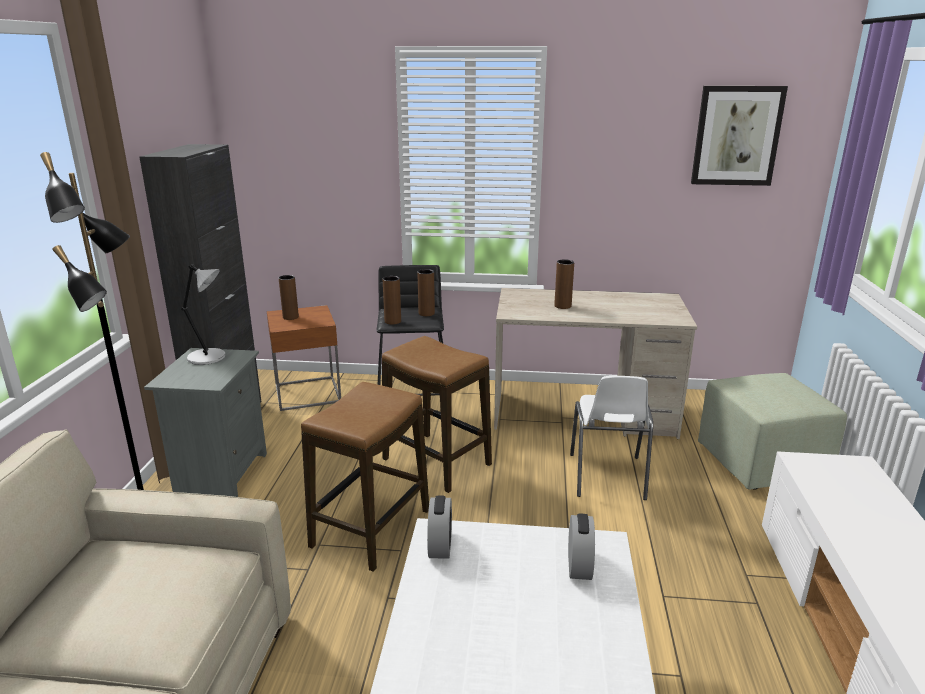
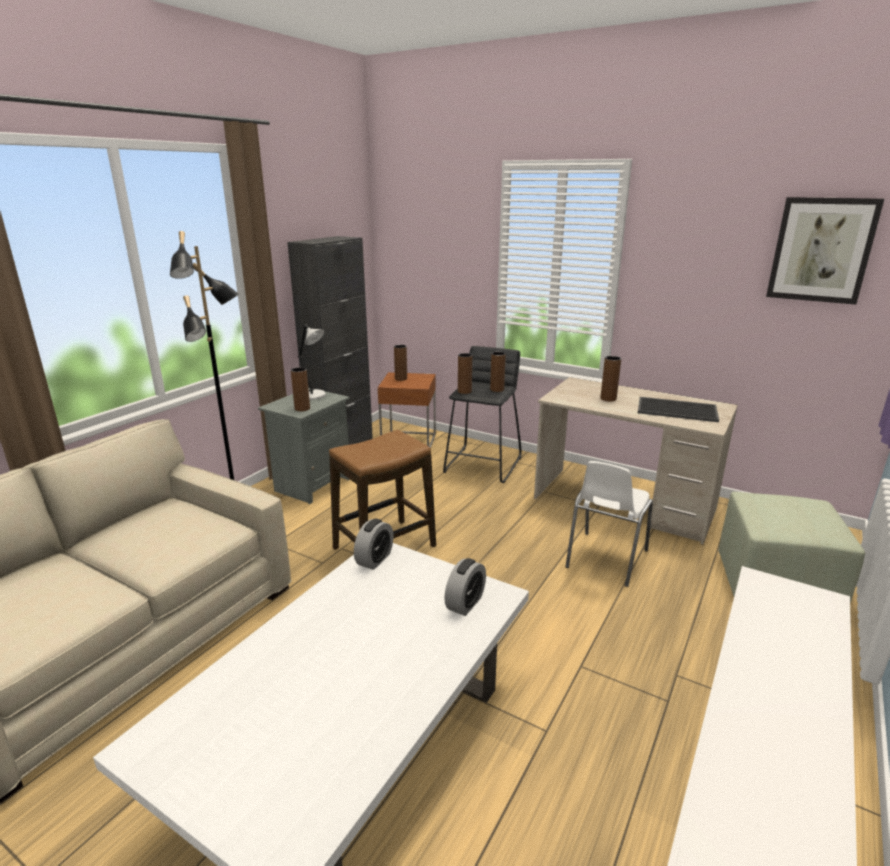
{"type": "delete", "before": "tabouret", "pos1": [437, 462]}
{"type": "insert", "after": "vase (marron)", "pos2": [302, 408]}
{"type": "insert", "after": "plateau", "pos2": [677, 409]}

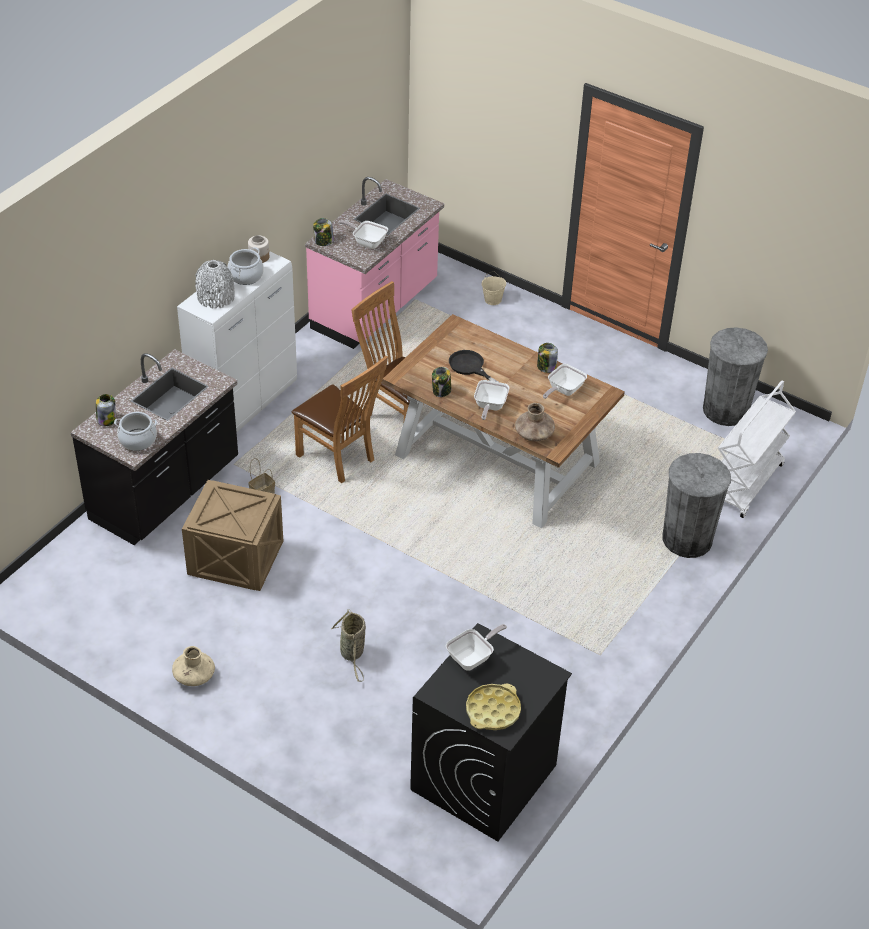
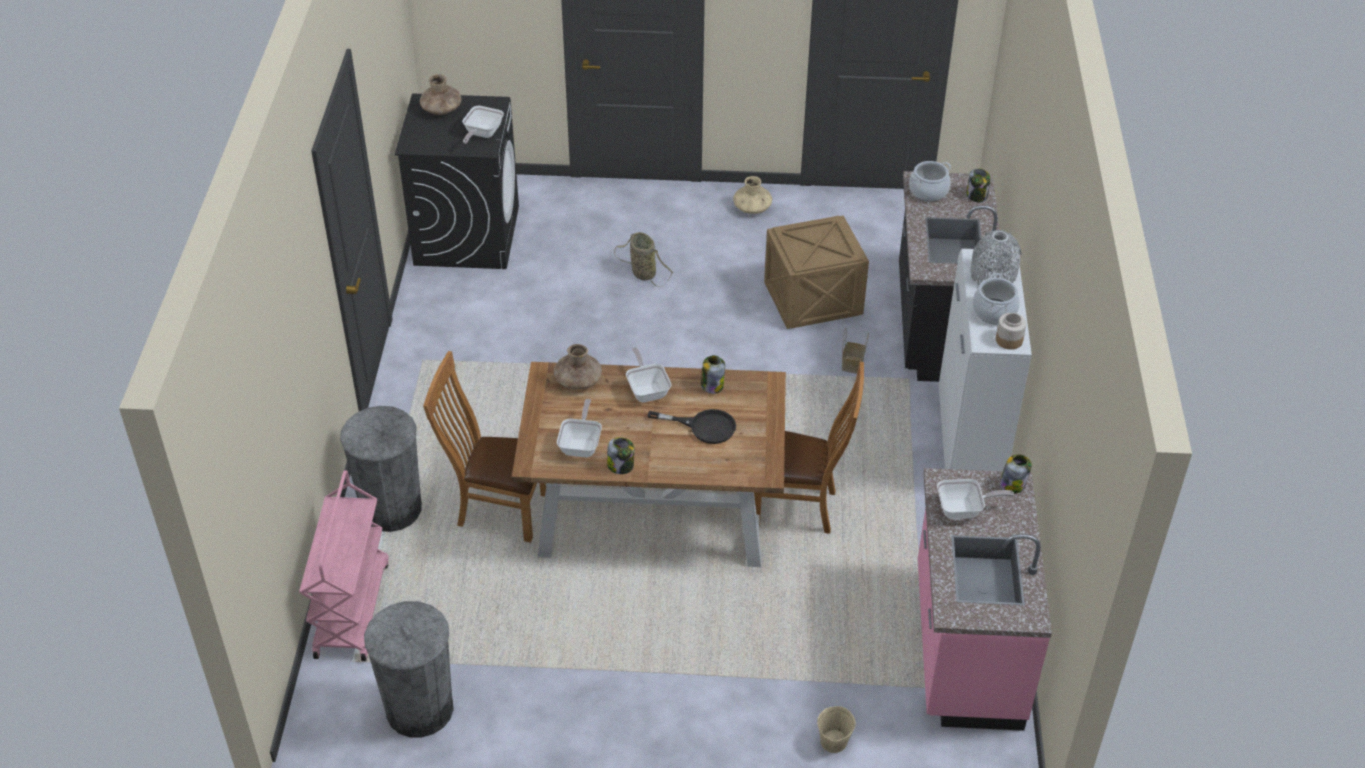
{"type": "move", "before": "chaise (marron)", "pos1": [339, 459], "pos2": [497, 509]}
{"type": "replace", "before": "plateau (jaune)", "after": "vase (marron)", "pos1": [493, 710], "pos2": [441, 109]}
{"type": "recolor", "before": "chariot (blanc)", "after": "chariot (rose)", "pos1": [745, 484], "pos2": [351, 608]}

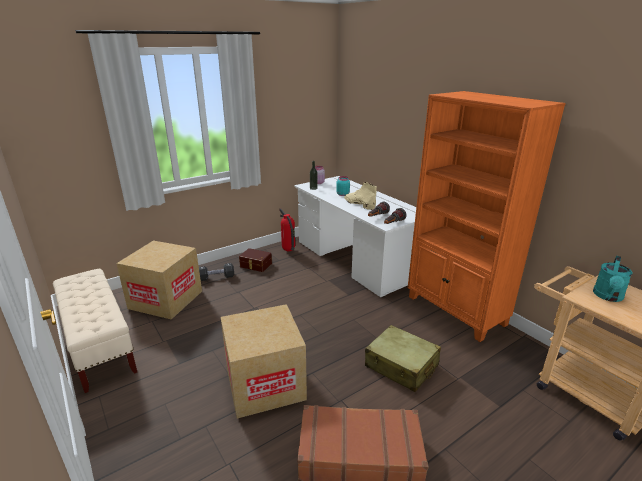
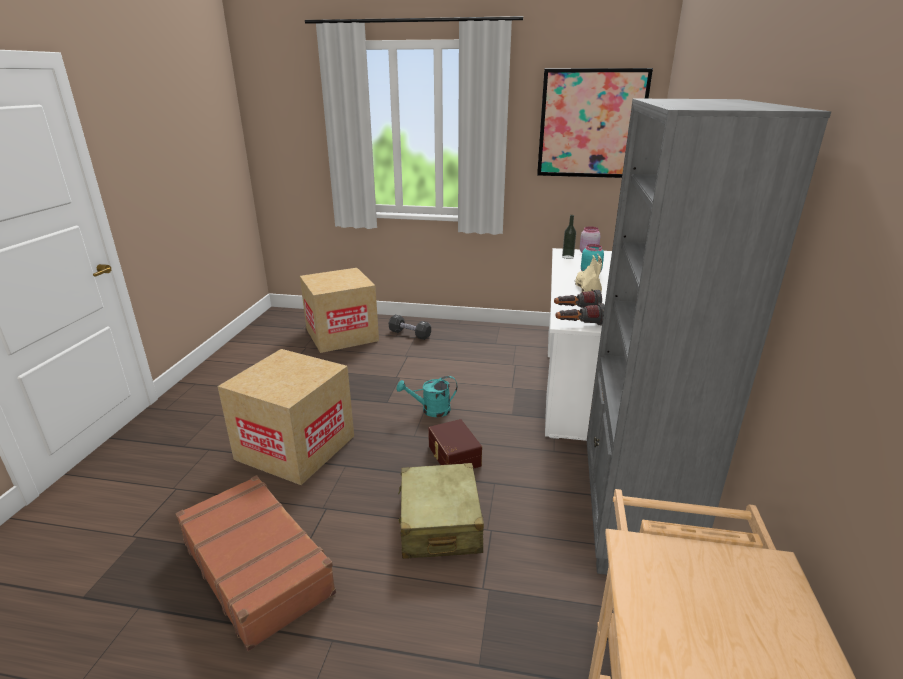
{"type": "delete", "before": "banc (beige)", "pos1": [99, 346]}
{"type": "delete", "before": "extincteur", "pos1": [288, 250]}
{"type": "insert", "after": "tableau", "pos2": [591, 124]}
{"type": "move", "before": "boîte de rangement (marron)", "pos1": [255, 265], "pos2": [453, 456]}
{"type": "move", "before": "arrosoir (turquoise)", "pos1": [608, 297], "pos2": [431, 410]}
{"type": "recolor", "before": "bibliothèque (orange)", "after": "bibliothèque (gris)", "pos1": [456, 311], "pos2": [630, 513]}

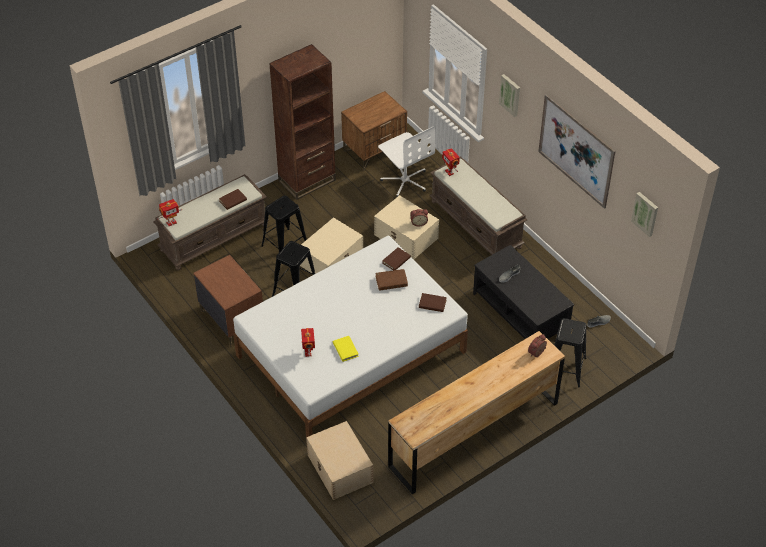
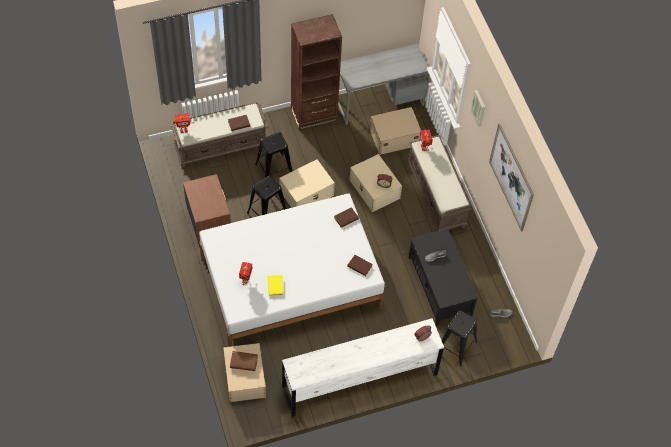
{"type": "delete", "before": "tableau", "pos1": [645, 213]}
{"type": "move", "before": "livre (marron)", "pos1": [391, 282], "pos2": [244, 362]}
{"type": "replace", "before": "table de chevet (marron)", "after": "bureau (gris)", "pos1": [374, 150], "pos2": [379, 101]}
{"type": "replace", "before": "chaise de bureau (blanc)", "after": "boîte de rangement (beige)", "pos1": [405, 180], "pos2": [394, 137]}
{"type": "recolor", "before": "commode (marron)", "after": "commode (blanc)", "pos1": [474, 434], "pos2": [360, 381]}

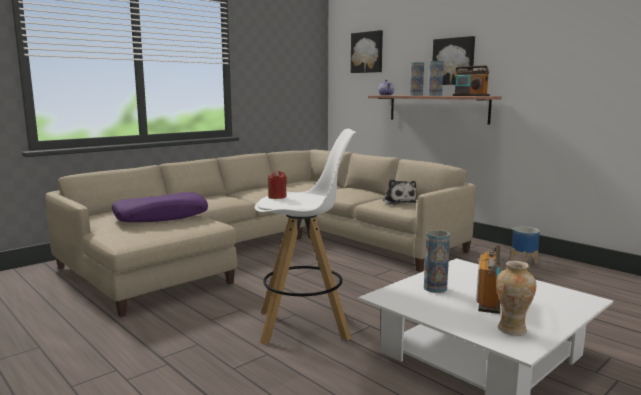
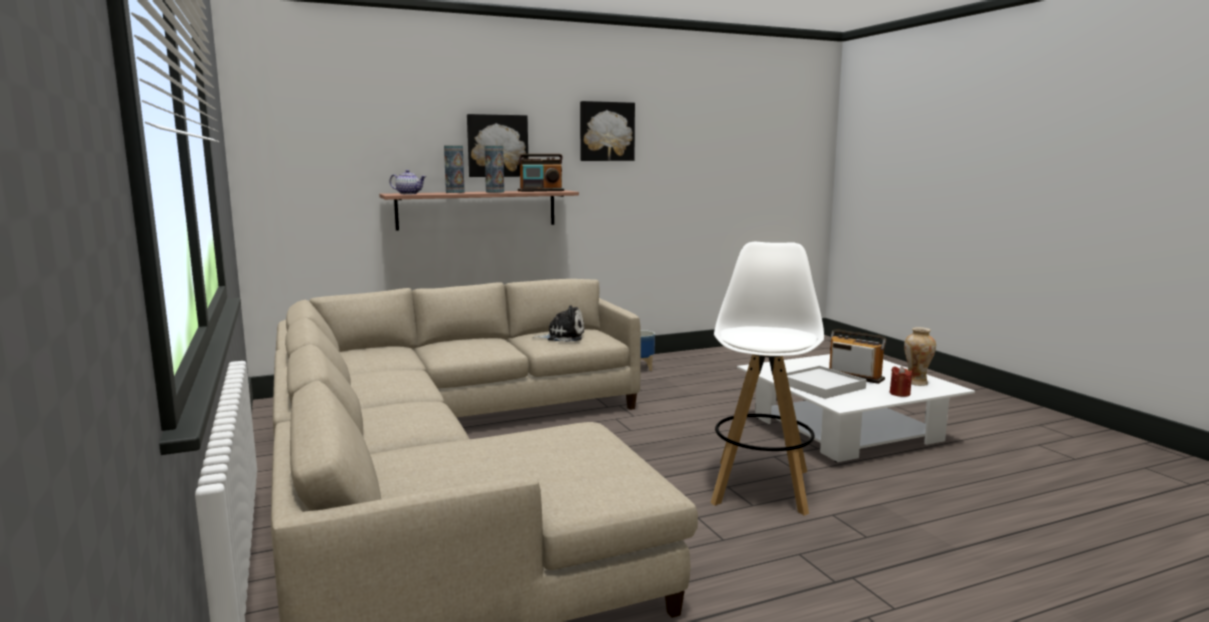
{"type": "delete", "before": "coussin (violet)", "pos1": [161, 217]}
{"type": "move", "before": "bougie (rouge)", "pos1": [277, 197], "pos2": [899, 393]}
{"type": "move", "before": "tableau", "pos1": [367, 52], "pos2": [606, 131]}
{"type": "replace", "before": "vase", "after": "plateau (blanc)", "pos1": [435, 288], "pos2": [822, 385]}

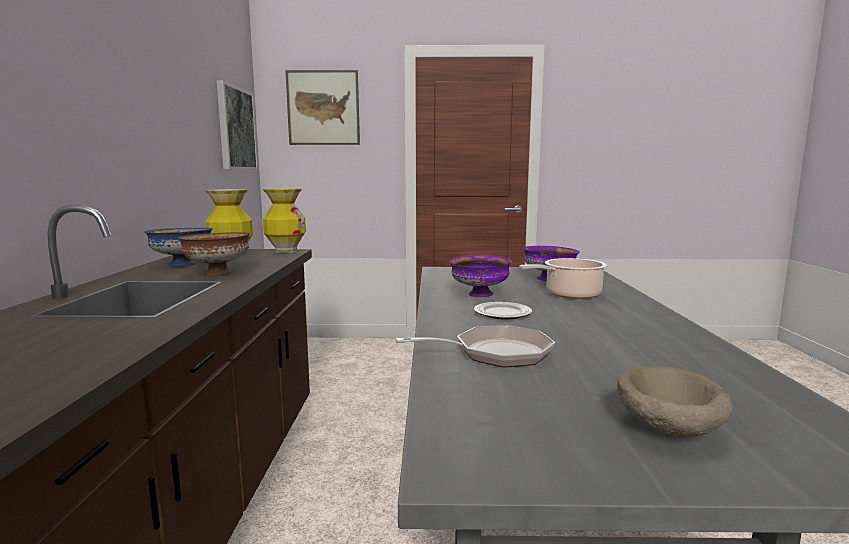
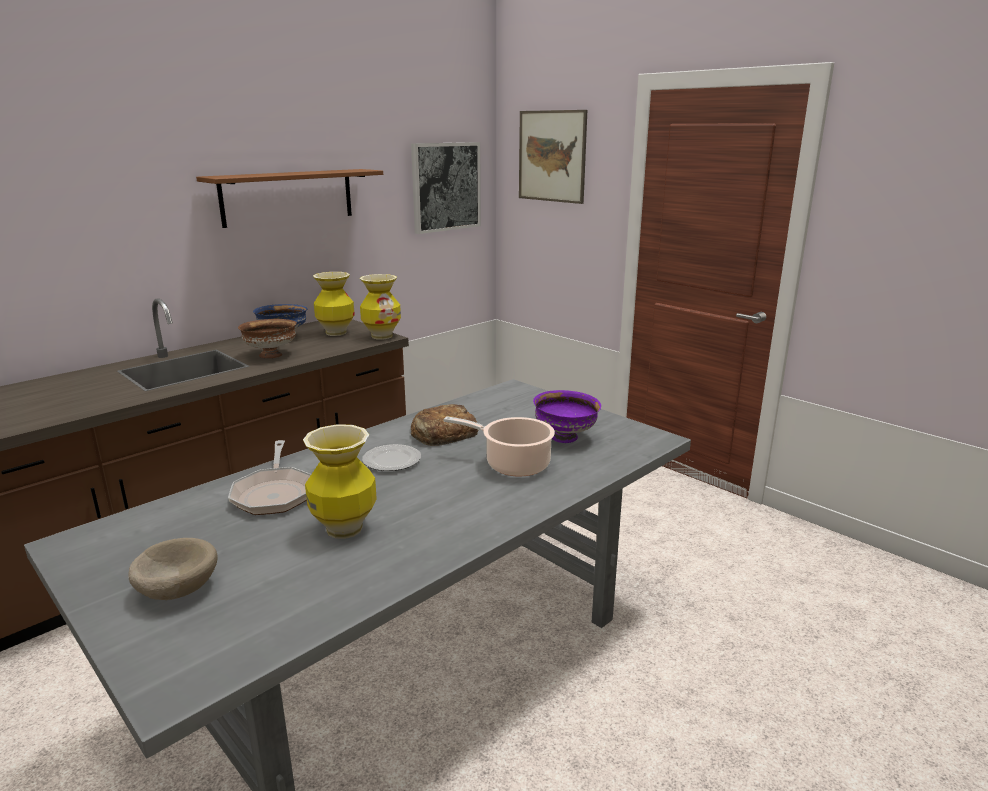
{"type": "insert", "after": "étagère (marron)", "pos2": [288, 197]}
{"type": "insert", "after": "vase", "pos2": [344, 529]}
{"type": "replace", "before": "bol (violet)", "after": "pain", "pos1": [480, 295], "pos2": [443, 433]}
{"type": "rotate", "before": "poêle", "pos1": [495, 354], "pos2": [274, 493], "turn": 45}

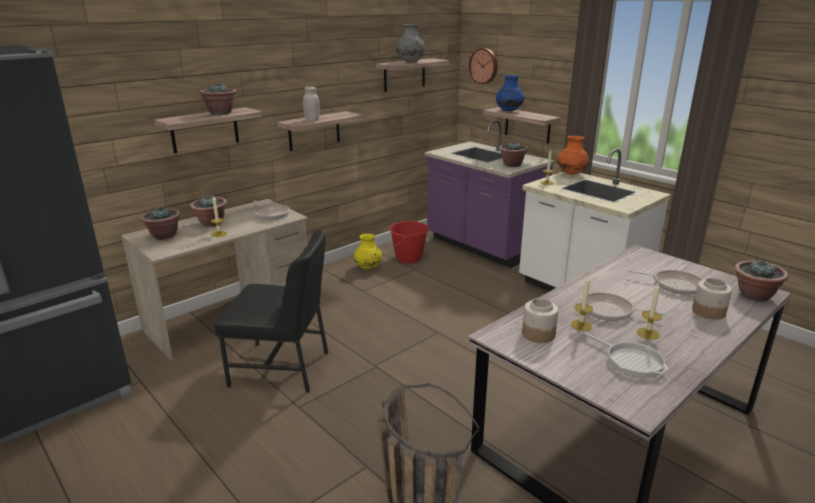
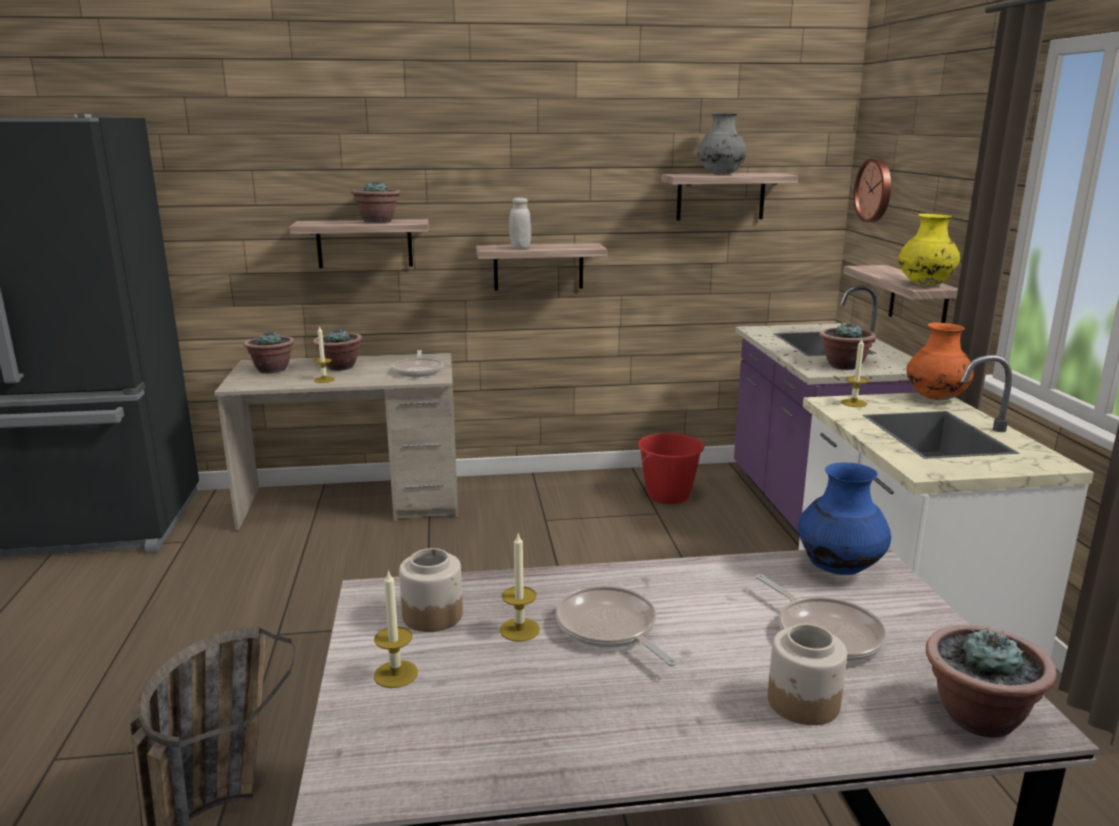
{"type": "delete", "before": "chaise (noir)", "pos1": [282, 368]}
{"type": "delete", "before": "poêle", "pos1": [630, 361]}
{"type": "move", "before": "vase (jaune)", "pos1": [368, 268], "pos2": [925, 285]}
{"type": "move", "before": "vase (bleu)", "pos1": [508, 111], "pos2": [838, 568]}
{"type": "move", "before": "bougie", "pos1": [648, 333], "pos2": [396, 674]}

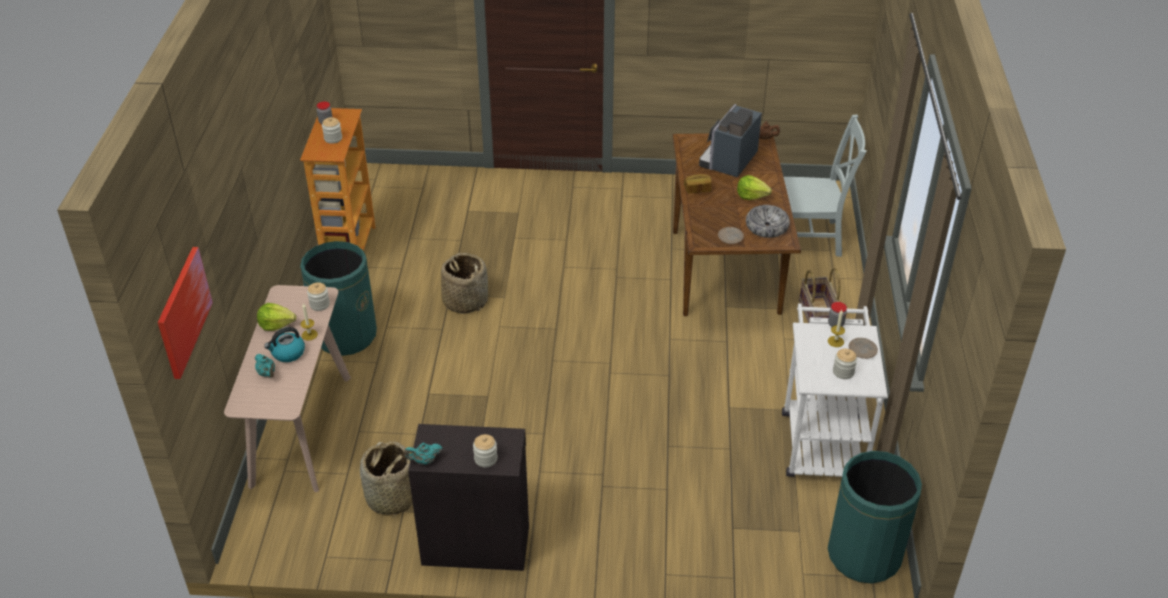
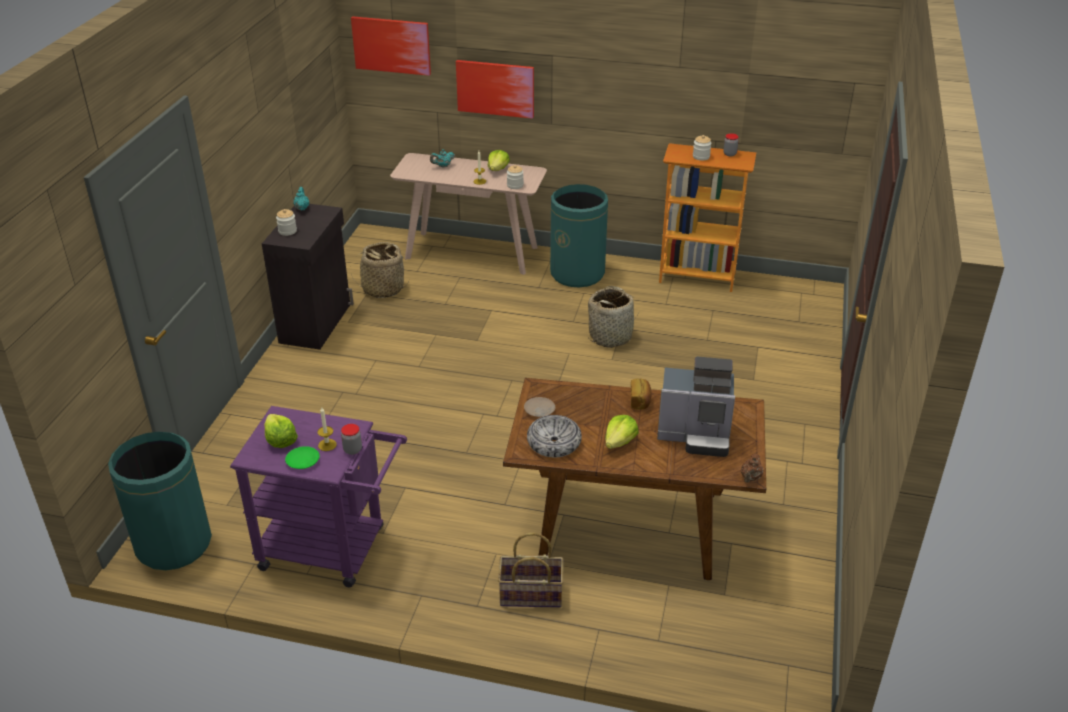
{"type": "delete", "before": "bouilloire", "pos1": [288, 353]}
{"type": "delete", "before": "chaise (gris)", "pos1": [811, 238]}
{"type": "insert", "after": "tableau", "pos2": [495, 88]}
{"type": "replace", "before": "bocal", "after": "laitue", "pos1": [843, 372], "pos2": [280, 440]}
{"type": "recolor", "before": "chariot (blanc)", "after": "chariot (violet)", "pos1": [821, 438], "pos2": [333, 549]}
{"type": "recolor", "before": "assiette (beige)", "after": "assiette (vert)", "pos1": [862, 351], "pos2": [303, 461]}
{"type": "rotate", "before": "machine à café", "pos1": [729, 161], "pos2": [696, 435], "turn": 150}

